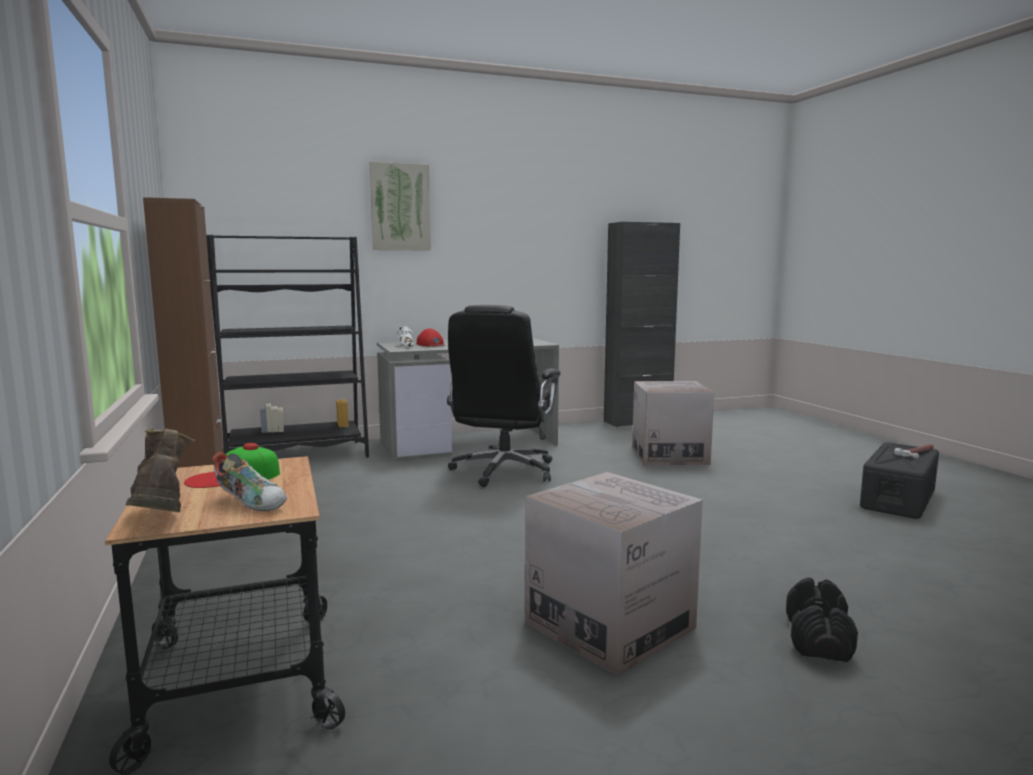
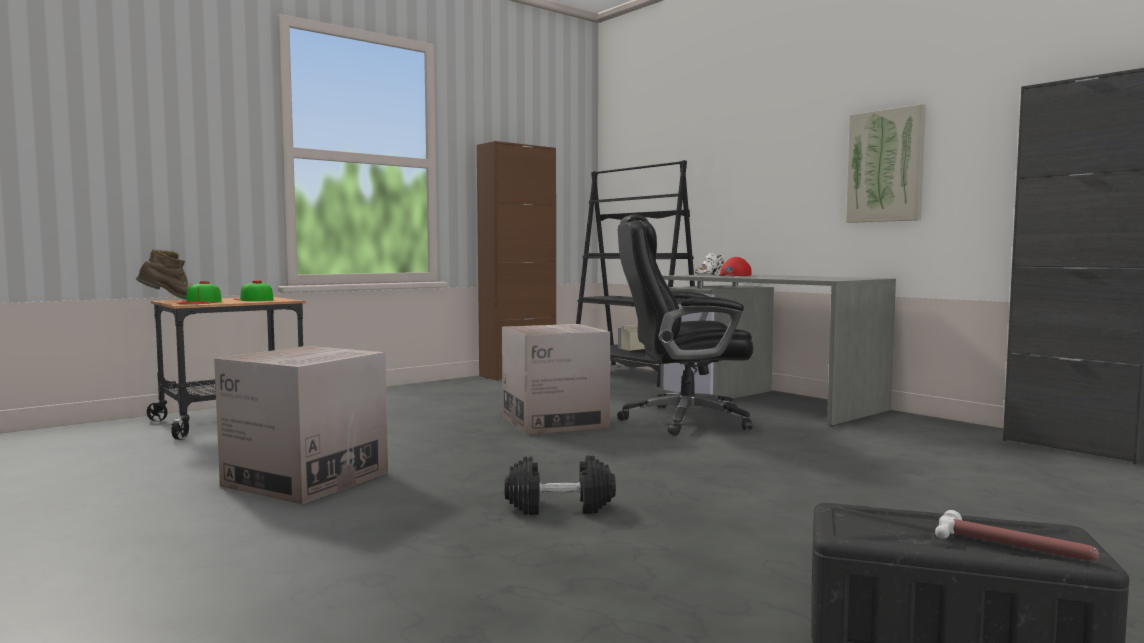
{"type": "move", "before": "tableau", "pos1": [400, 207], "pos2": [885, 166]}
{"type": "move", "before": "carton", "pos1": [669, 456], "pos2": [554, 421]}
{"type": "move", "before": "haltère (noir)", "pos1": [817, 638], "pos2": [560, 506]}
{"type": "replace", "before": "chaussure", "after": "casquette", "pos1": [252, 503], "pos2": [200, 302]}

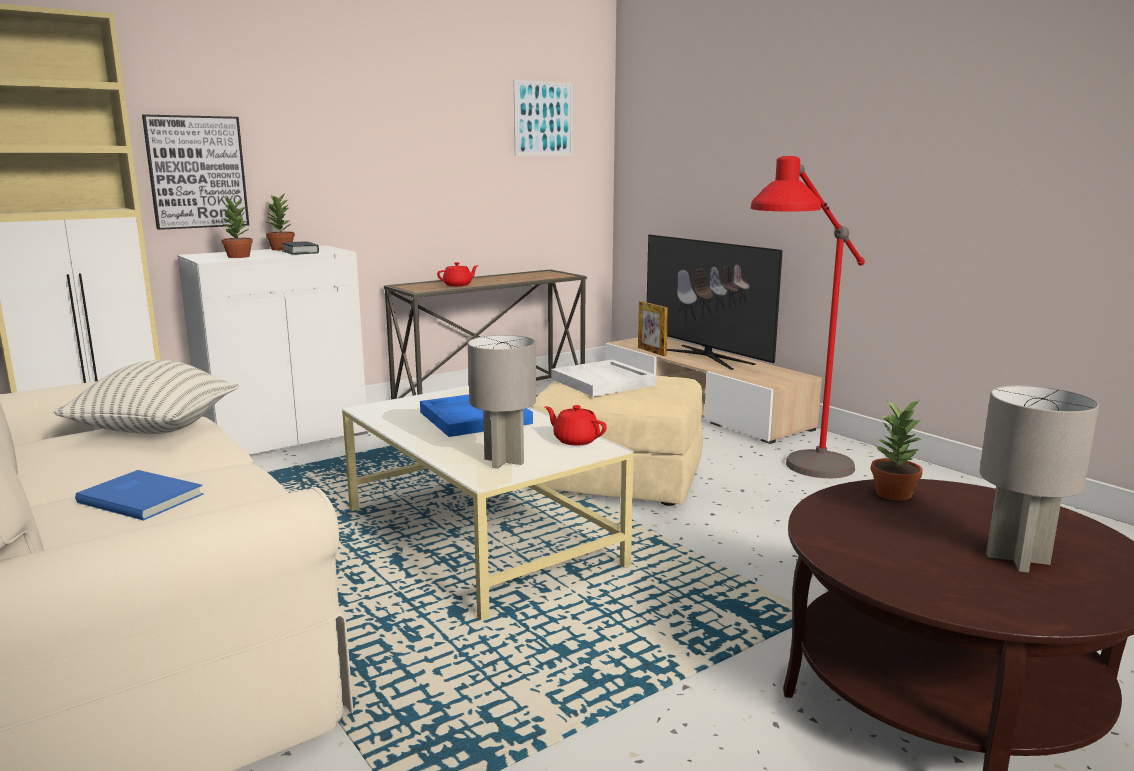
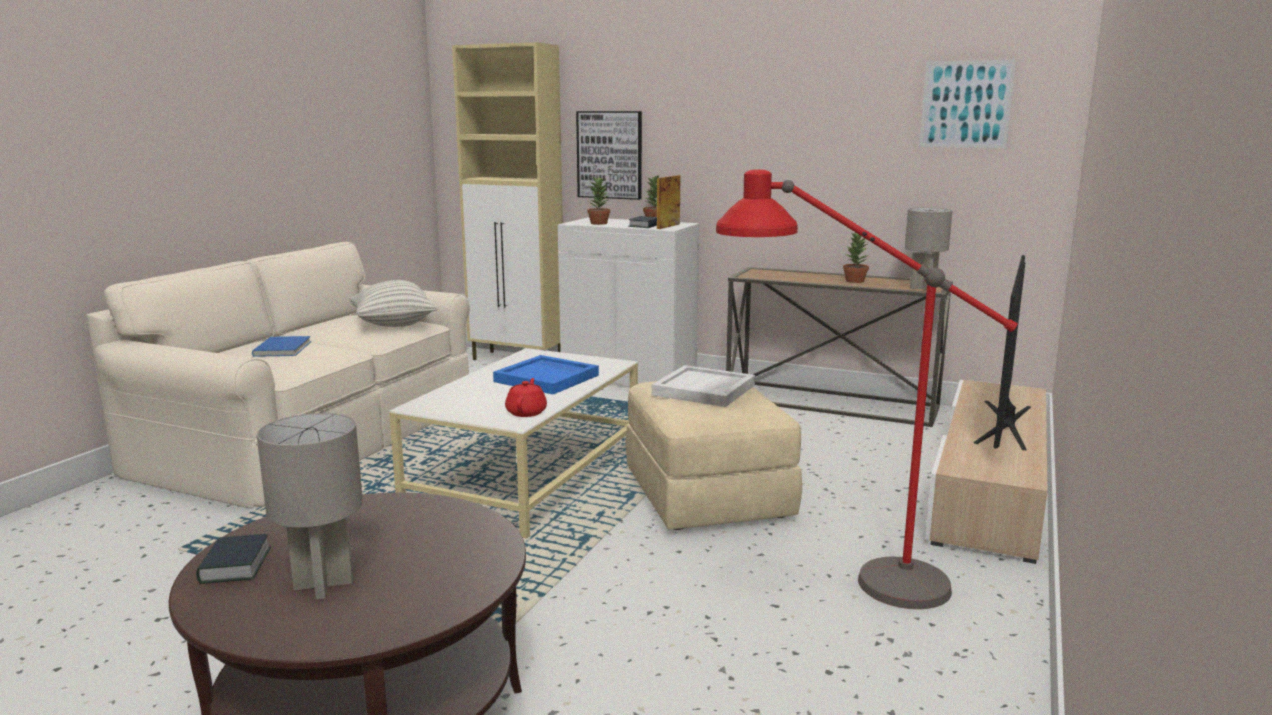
{"type": "delete", "before": "théière (rouge)", "pos1": [458, 285]}
{"type": "insert", "after": "livre", "pos2": [235, 566]}
{"type": "move", "before": "lampe de table (gris)", "pos1": [503, 461], "pos2": [923, 288]}
{"type": "move", "before": "cadre photo", "pos1": [651, 351], "pos2": [668, 226]}
{"type": "move", "before": "plante en pot", "pos1": [894, 494], "pos2": [854, 281]}

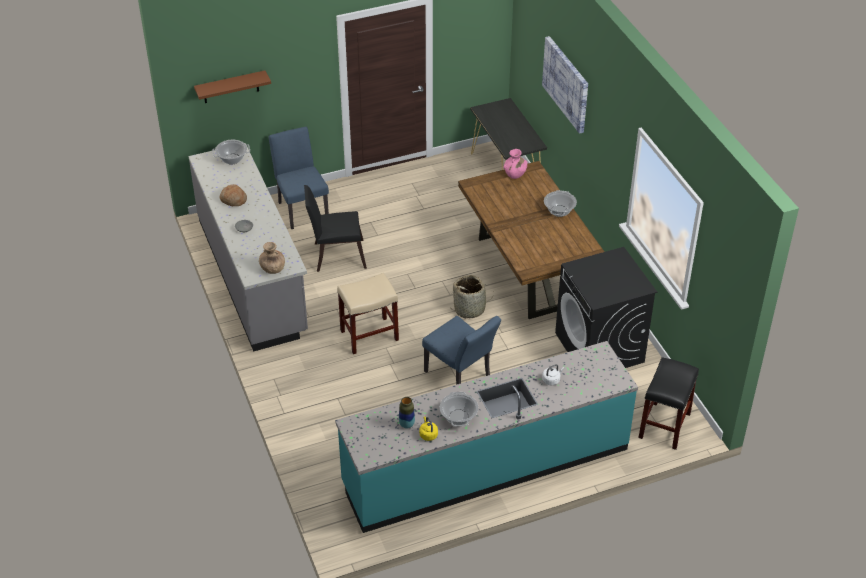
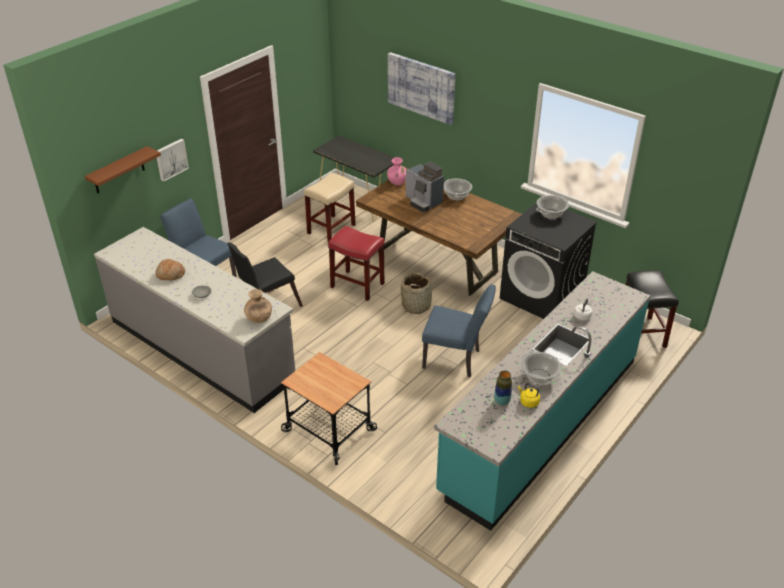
{"type": "insert", "after": "tableau", "pos2": [171, 159]}
{"type": "insert", "after": "chariot", "pos2": [328, 431]}
{"type": "insert", "after": "tabouret (rouge)", "pos2": [356, 285]}
{"type": "insert", "after": "machine à café", "pos2": [423, 202]}
{"type": "move", "before": "marmite", "pos1": [232, 159], "pos2": [551, 214]}
{"type": "move", "before": "tabouret (beige)", "pos1": [369, 335], "pos2": [331, 229]}

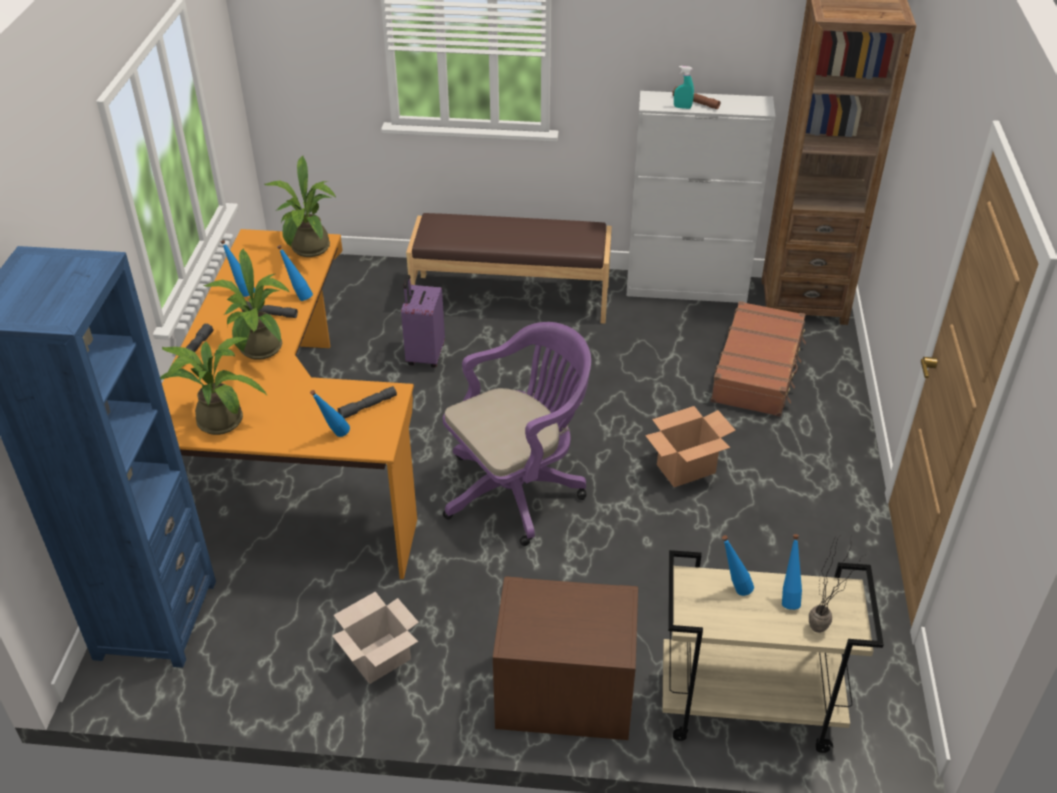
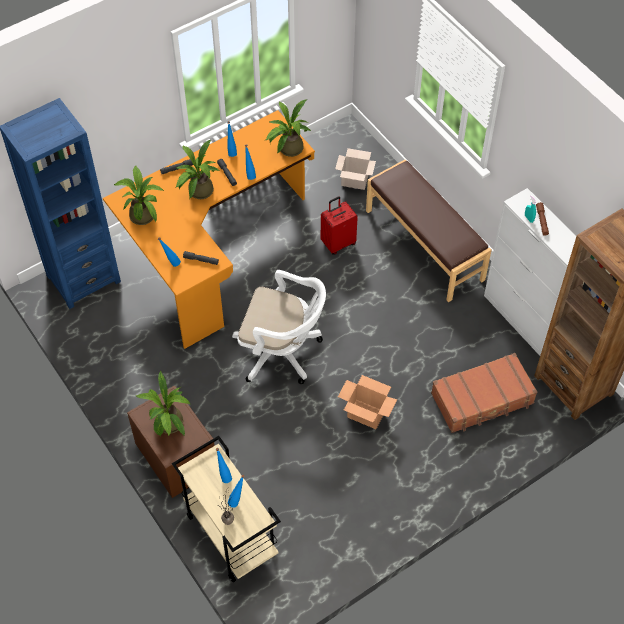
{"type": "insert", "after": "plante en pot", "pos2": [169, 426]}
{"type": "move", "before": "carton", "pos1": [380, 657], "pos2": [355, 180]}
{"type": "recolor", "before": "valise (violet)", "after": "valise (rouge)", "pos1": [424, 355], "pos2": [338, 243]}
{"type": "recolor", "before": "chaise de bureau (violet)", "after": "chaise de bureau (blanc)", "pos1": [518, 489], "pos2": [282, 352]}

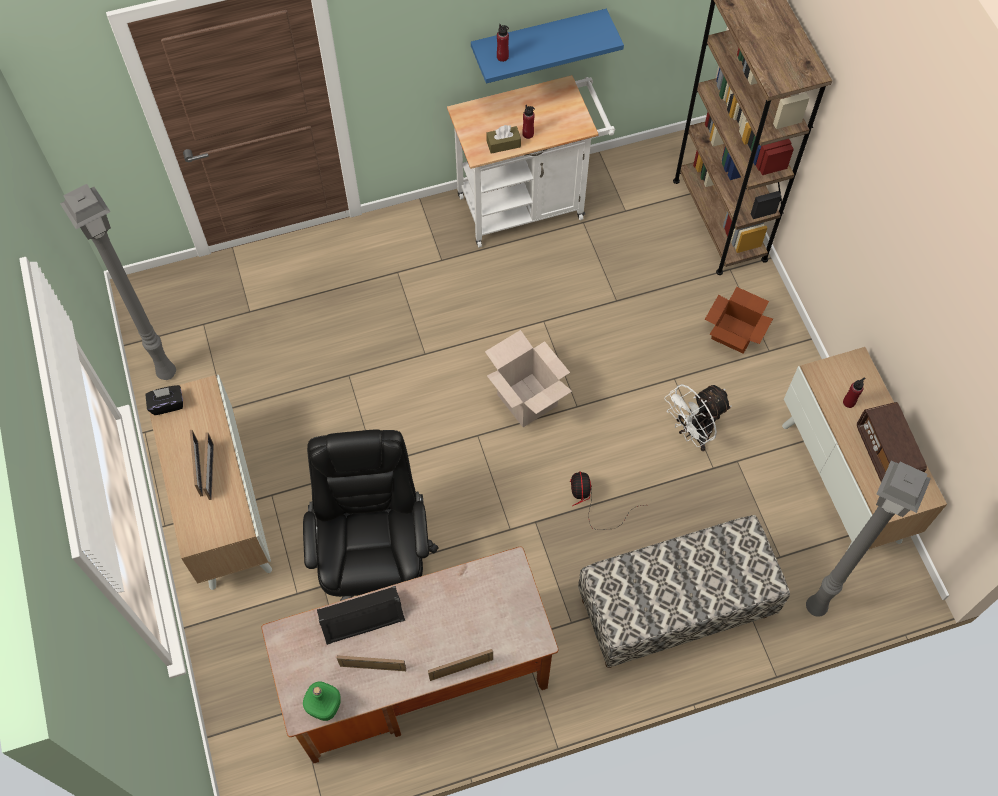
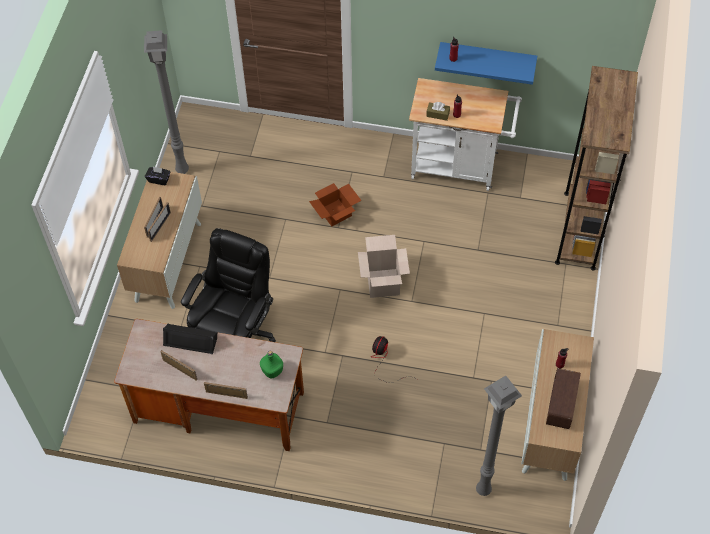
{"type": "delete", "before": "banc", "pos1": [674, 608]}
{"type": "delete", "before": "ventilateur (blanc)", "pos1": [693, 433]}
{"type": "move", "before": "bouteille (vert)", "pos1": [325, 706], "pos2": [272, 371]}
{"type": "move", "before": "carton", "pos1": [735, 332], "pos2": [336, 212]}

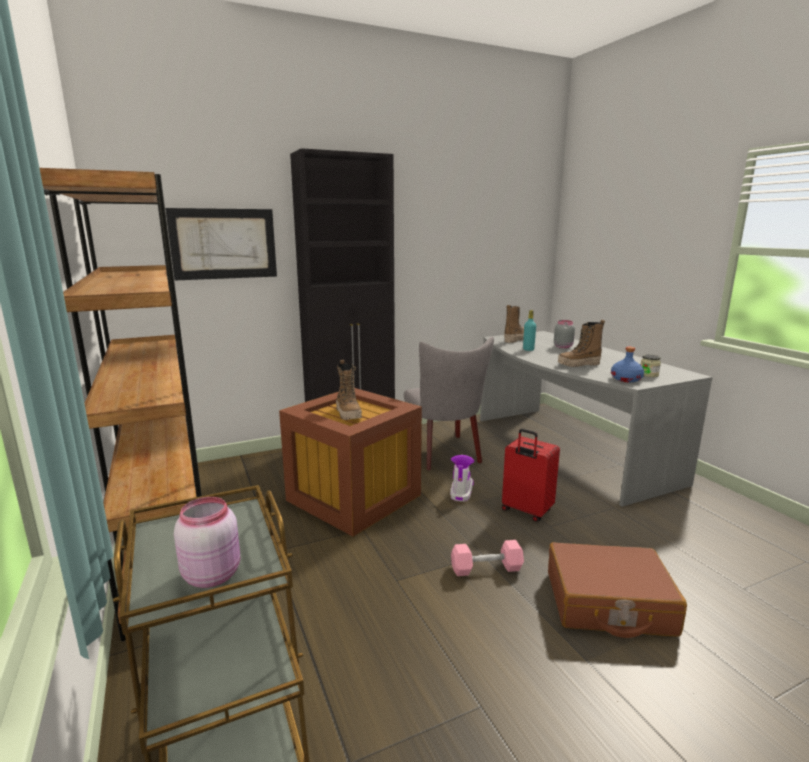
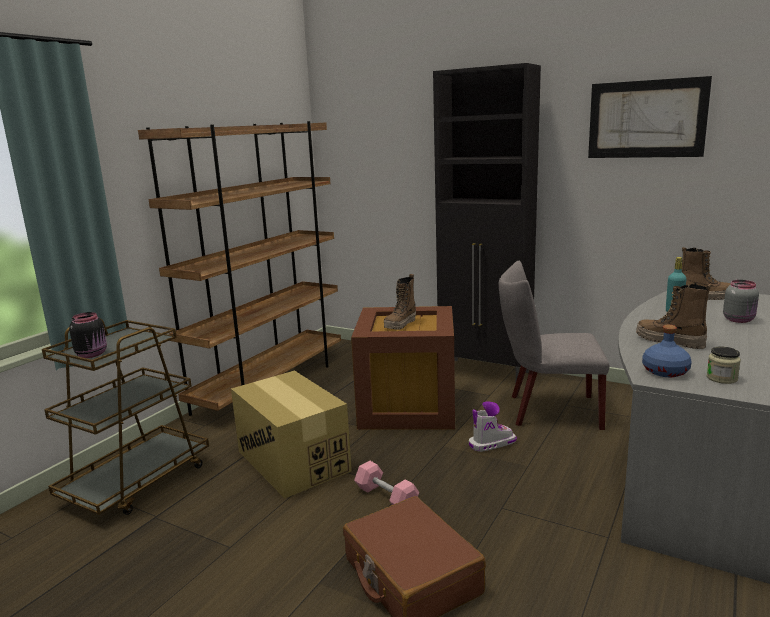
{"type": "delete", "before": "valise (rouge)", "pos1": [526, 511]}
{"type": "insert", "after": "carton", "pos2": [292, 460]}
{"type": "move", "before": "tableau", "pos1": [224, 244], "pos2": [646, 119]}
{"type": "recolor", "before": "bocal (rose)", "after": "bocal (noir)", "pos1": [213, 574], "pos2": [93, 354]}
{"type": "rotate", "before": "chaise (gris)", "pos1": [445, 454], "pos2": [548, 411], "turn": 60}

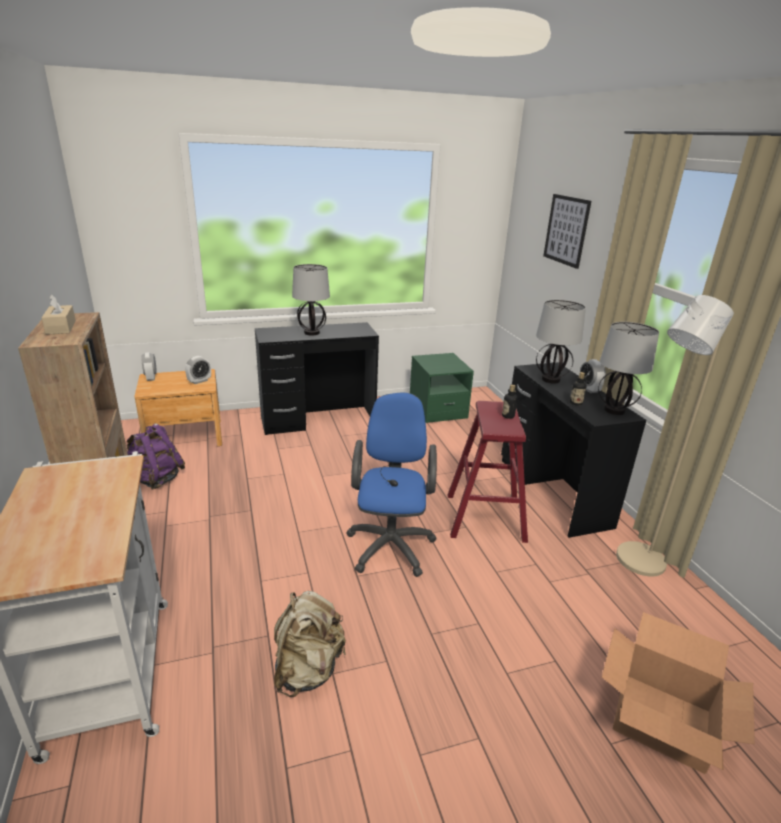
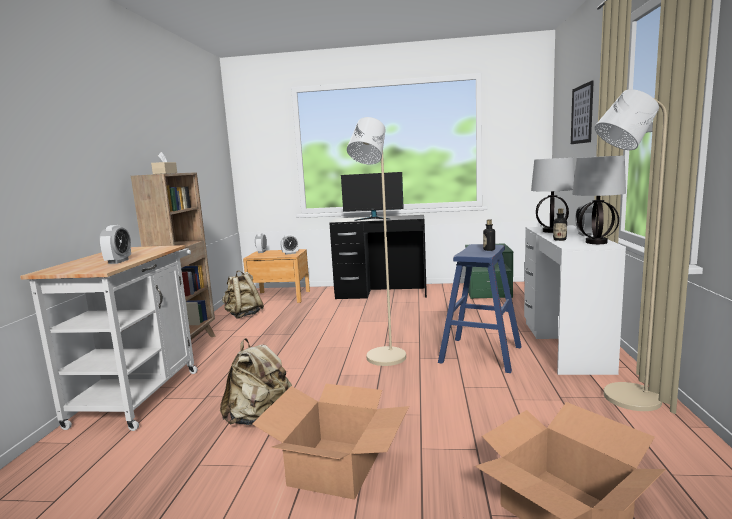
{"type": "insert", "after": "réveil", "pos2": [118, 261]}
{"type": "insert", "after": "carton", "pos2": [337, 467]}
{"type": "replace", "before": "lampe de table", "after": "écran d'ordinateur", "pos1": [312, 332], "pos2": [373, 218]}
{"type": "replace", "before": "chaise de bureau (bleu)", "after": "lampadaire (beige)", "pos1": [391, 543], "pos2": [383, 360]}
{"type": "recolor", "before": "sac à dos (violet)", "after": "sac à dos (beige)", "pos1": [156, 479], "pos2": [243, 315]}
{"type": "recolor", "before": "tabouret (rouge)", "after": "tabouret (bleu)", "pos1": [485, 517], "pos2": [480, 354]}
{"type": "recolor", "before": "bureau (noir)", "after": "bureau (blanc)", "pos1": [553, 492], "pos2": [565, 345]}

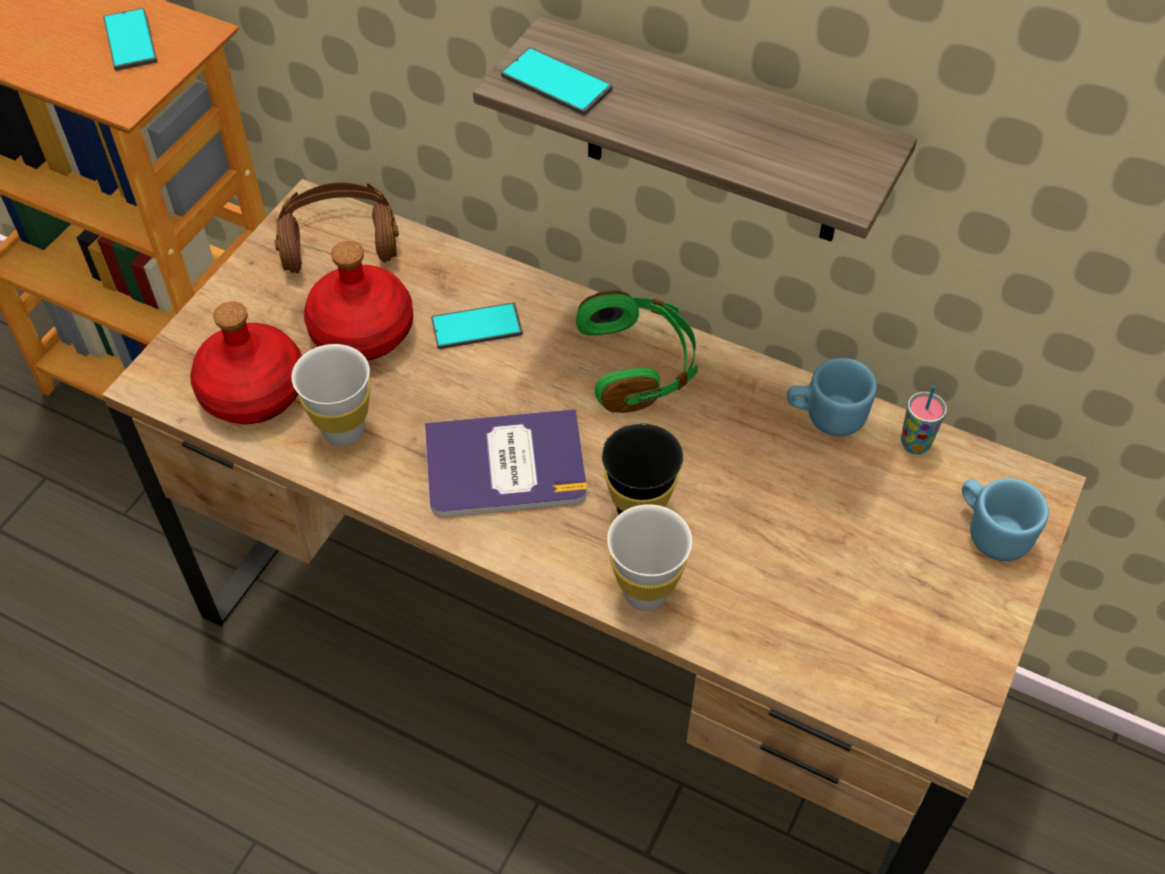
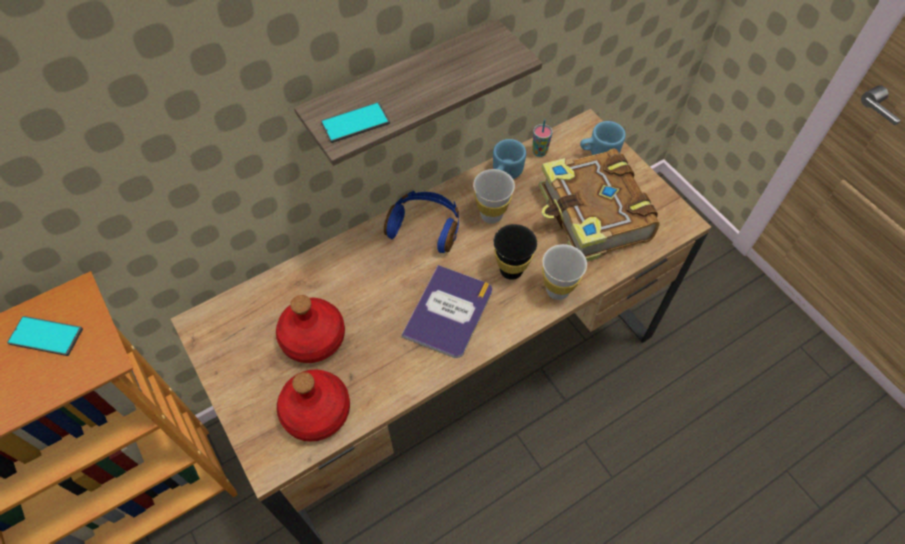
{"type": "delete", "before": "casque audio (marron)", "pos1": [339, 240]}
{"type": "delete", "before": "téléphone", "pos1": [477, 327]}
{"type": "insert", "after": "livre", "pos2": [592, 217]}
{"type": "move", "before": "tasse (blanc)", "pos1": [343, 431], "pos2": [491, 215]}
{"type": "recolor", "before": "casque audio (vert)", "after": "casque audio (bleu)", "pos1": [638, 364], "pos2": [425, 227]}

